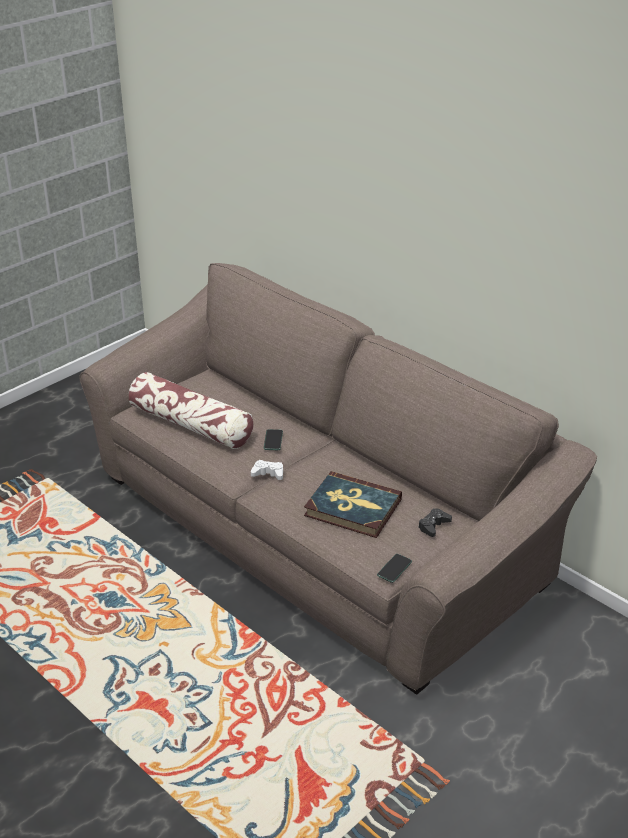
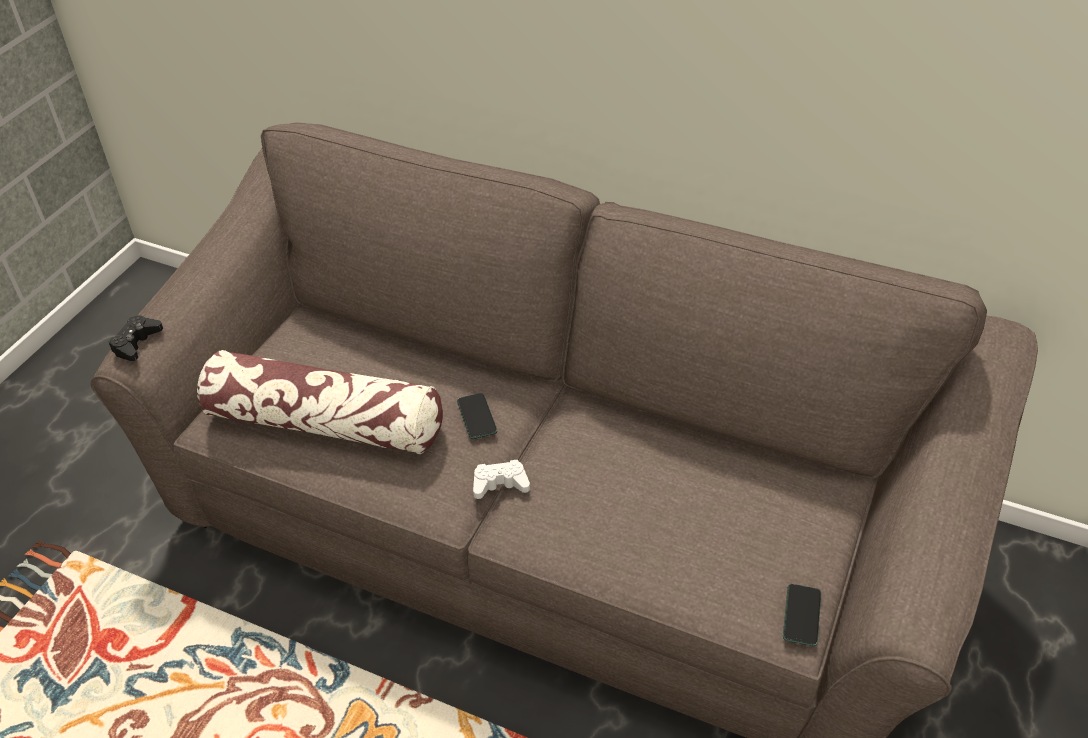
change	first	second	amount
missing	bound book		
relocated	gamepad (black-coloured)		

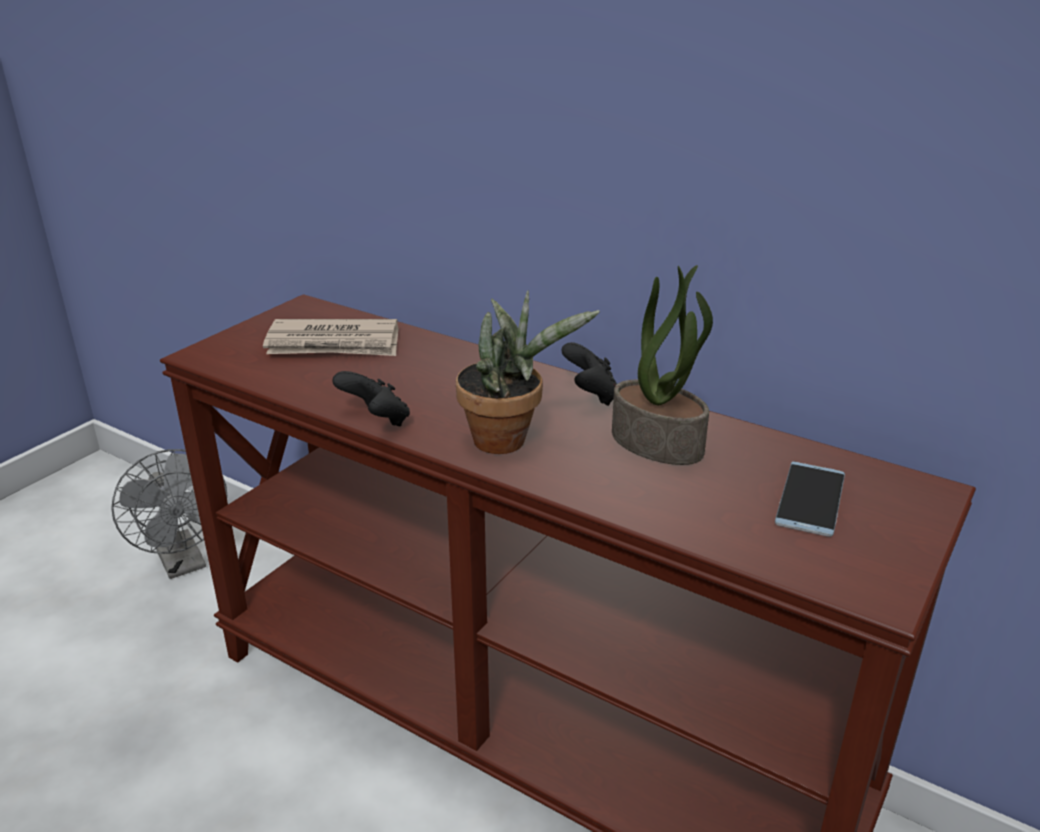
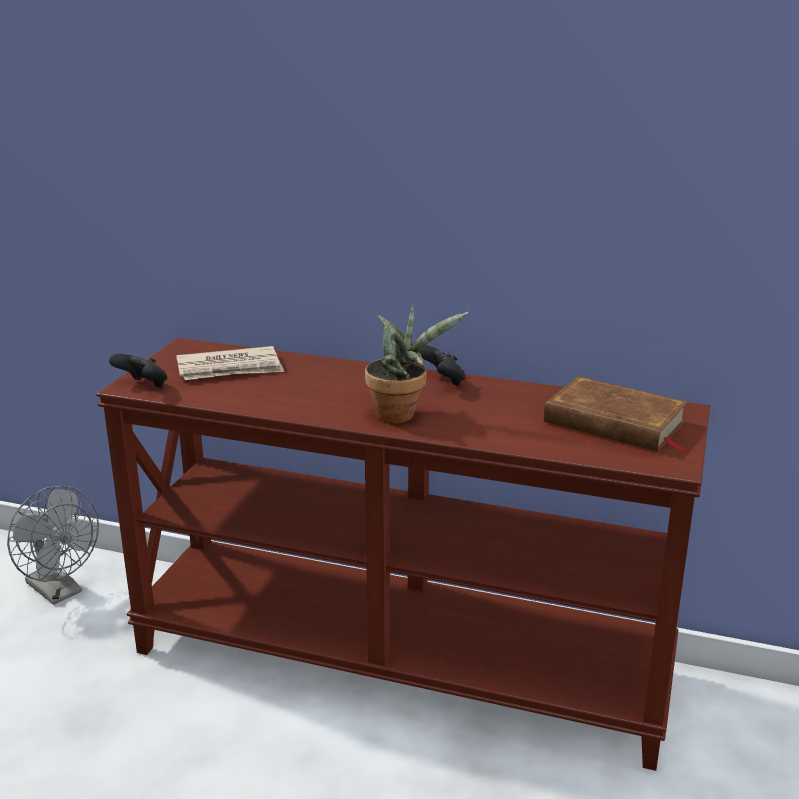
change	first	second	amount
missing	potted plant (no. 2 from left)		
relocated	gamepad (black-coloured) (no. 1 from left)		
exchanged	telephone	bound book (brownish)	

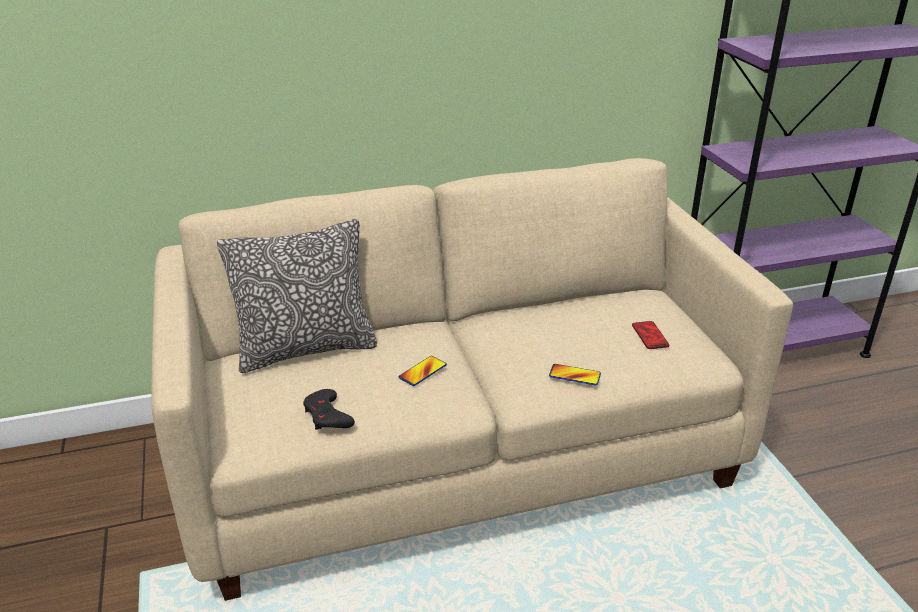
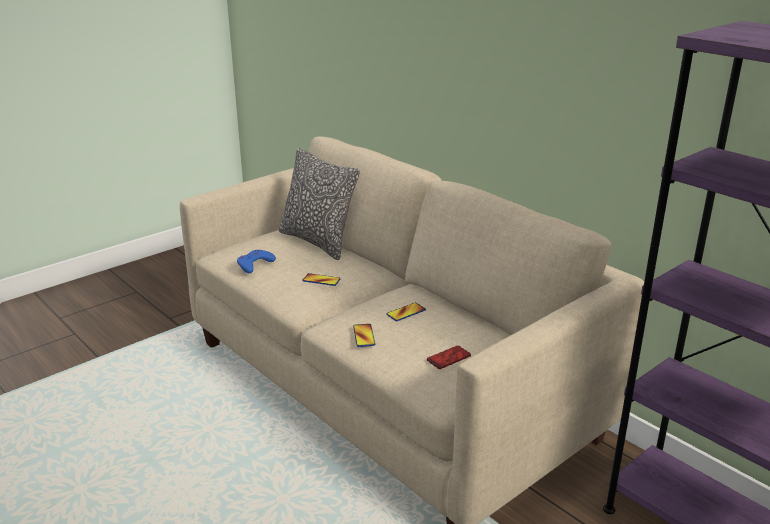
change	first	second	amount
colour	gamepad (black-coloured)	gamepad (bluish)	
appeared		telephone (no. 3 from left)	

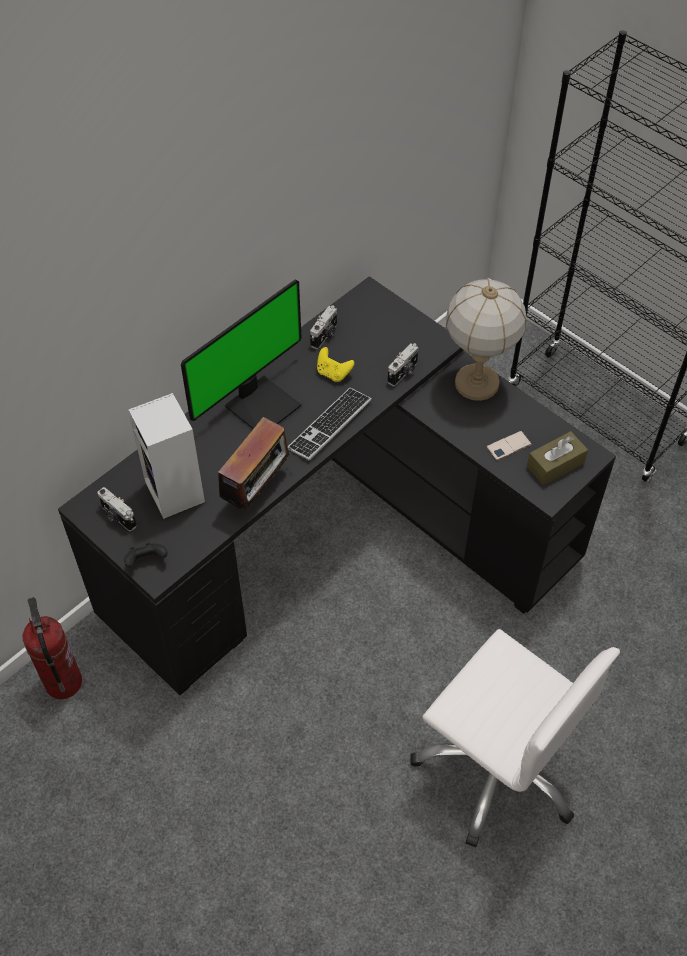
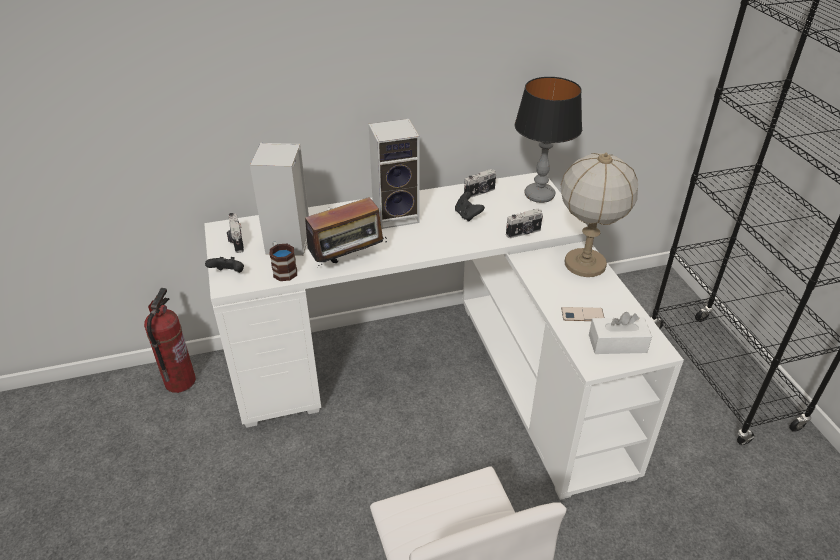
change	first	second	amount
colour	desk unit (black-coloured)	desk unit (whitish)	
exchanged	computer display	speaker (no. 2 from left)	
colour	gamepad (yellowish)	gamepad (black-coloured) (no. 2 from left)	
missing	keyboard		
colour	box of tissues (brownish)	box of tissues (whitish)	
appeared		lamp for a table (no. 1 from left)	
appeared		mug	

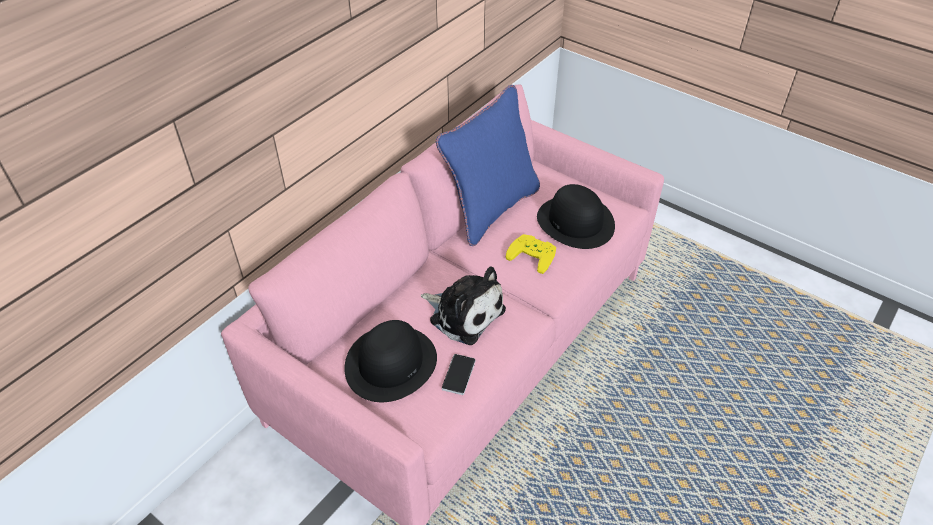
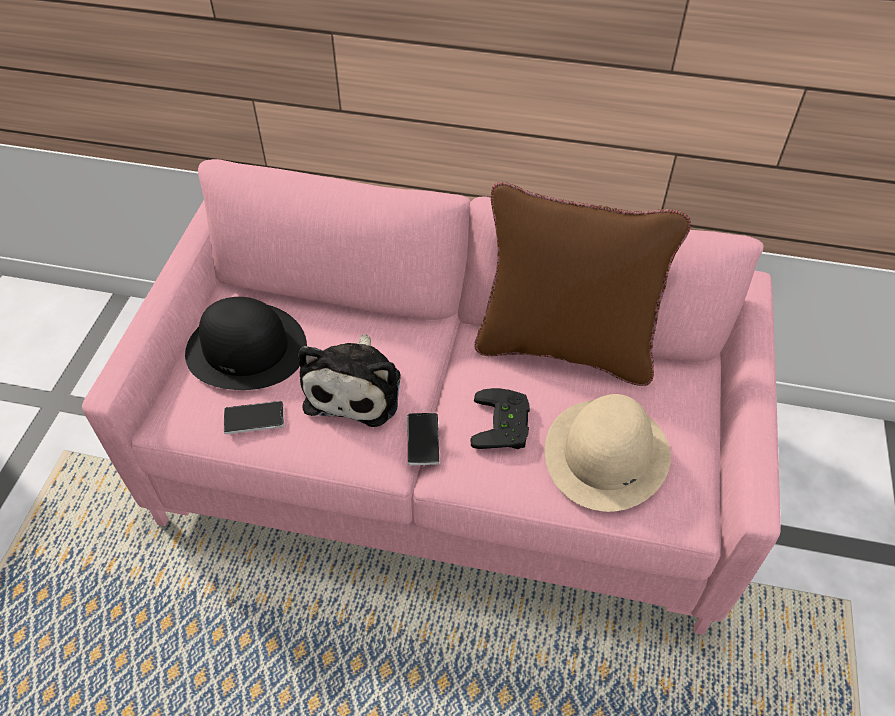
change	first	second	amount
colour	pillow (bluish)	pillow (brownish)	
colour	hat (black-coloured) (no. 2 from left)	hat (sand-coloured)	
colour	gamepad (yellowish)	gamepad (black-coloured)	
appeared		telephone (no. 2 from left)	

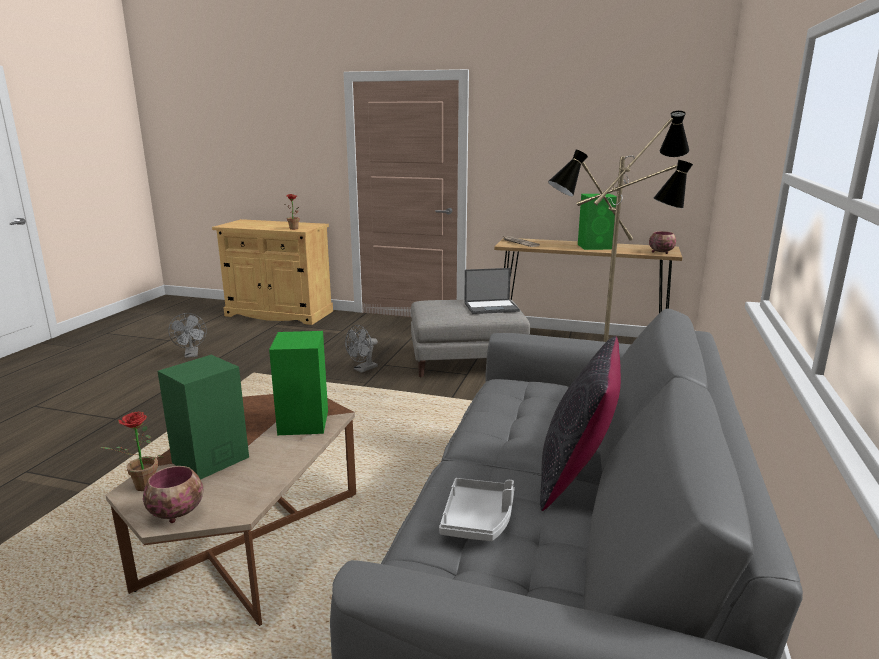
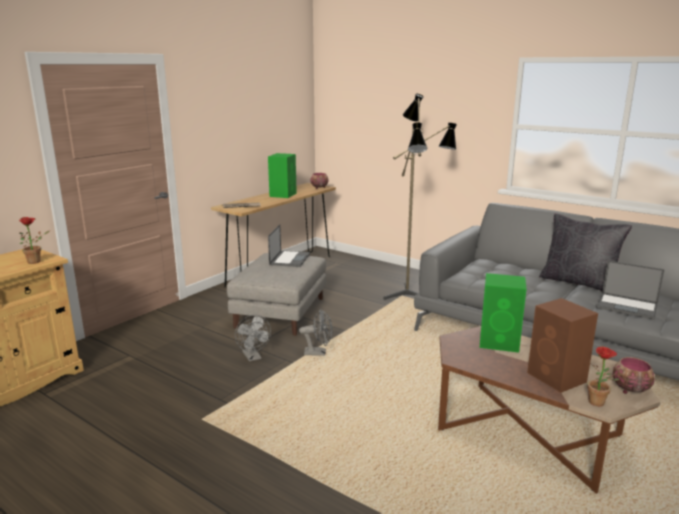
change	first	second	amount
relocated	fan (grey) (no. 1 from left in the first image)	fan (grey) (no. 2 from left)	
colour	speaker (green) (no. 1 from left)	speaker (brownish)	
exchanged	tray (grey)	portable computer (no. 2 from left)	

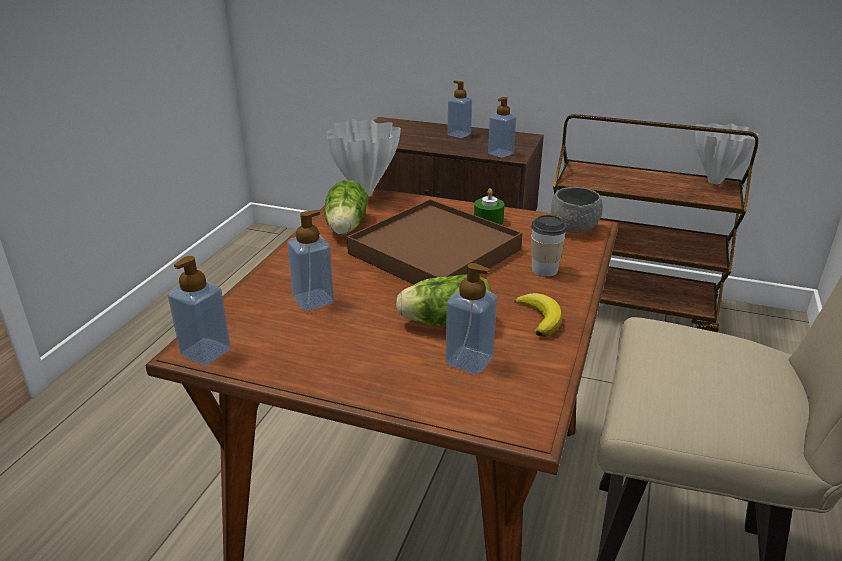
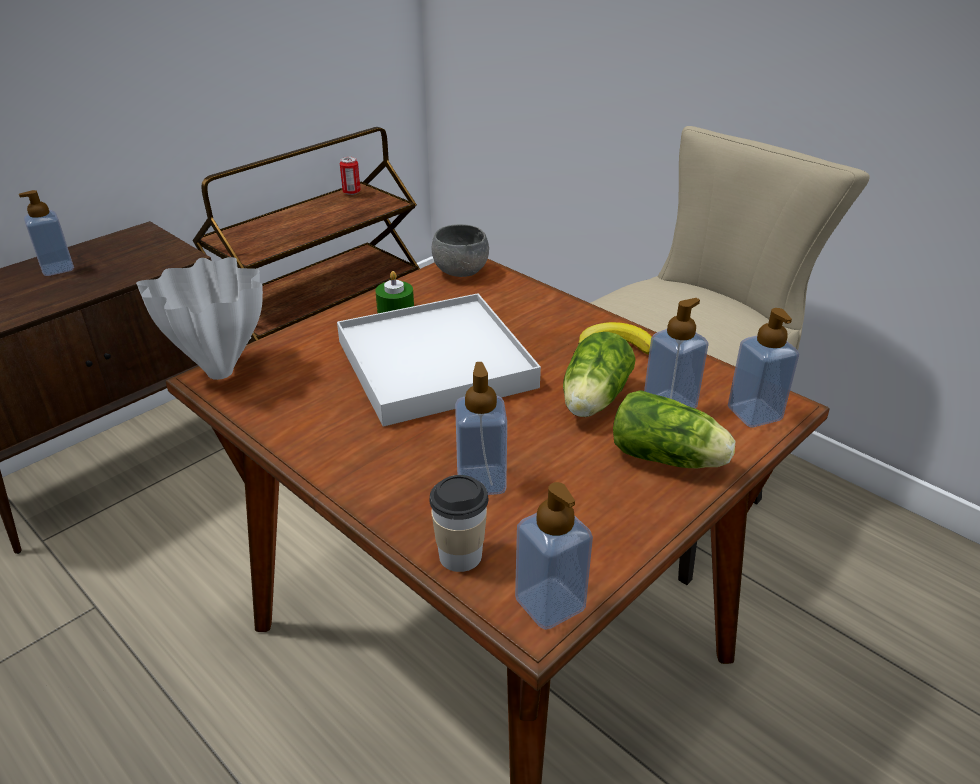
change	first	second	amount
relocated	soap dispenser (no. 5 from left)		
exchanged	vase (whitish) (no. 2 from left)	sealed can	
relocated	lettuce head (no. 1 from left in the first image)	lettuce head (no. 2 from left)	
colour	tray (brownish)	tray (whitish)	
relocated	cup		

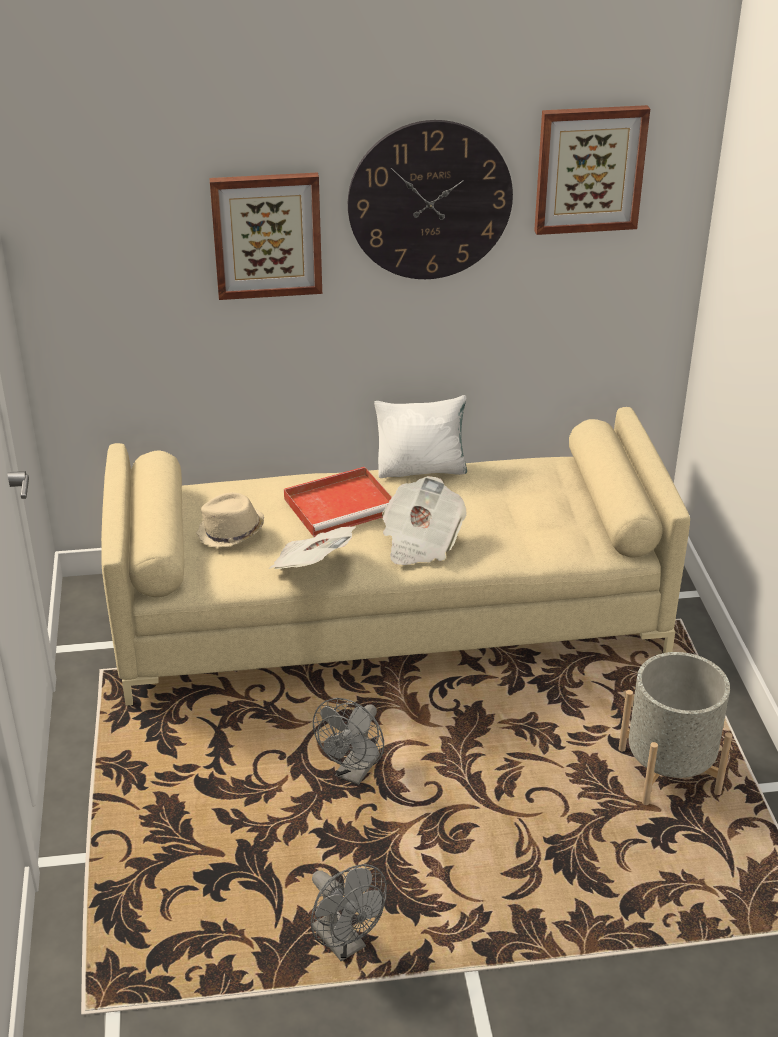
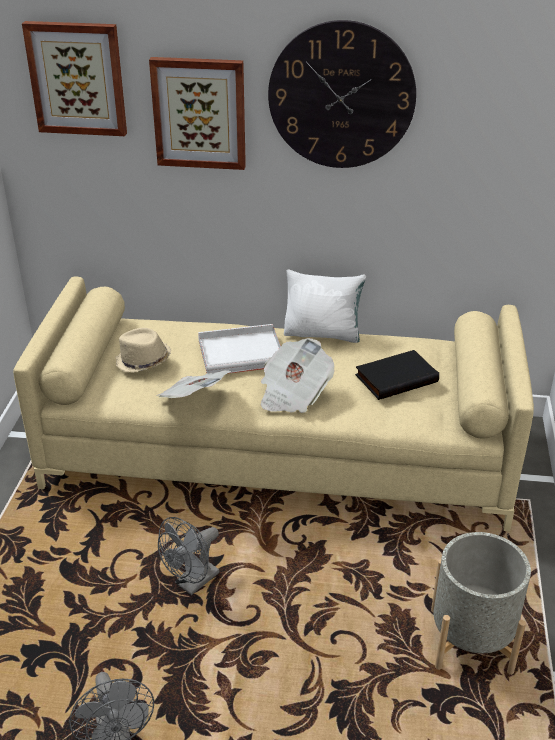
change	first	second	amount
relocated	wall picture (no. 2 from left in the first image)	wall picture (no. 1 from left)	
colour	tray (reddish)	tray (whitish)	
appeared		bound book (black-coloured)	

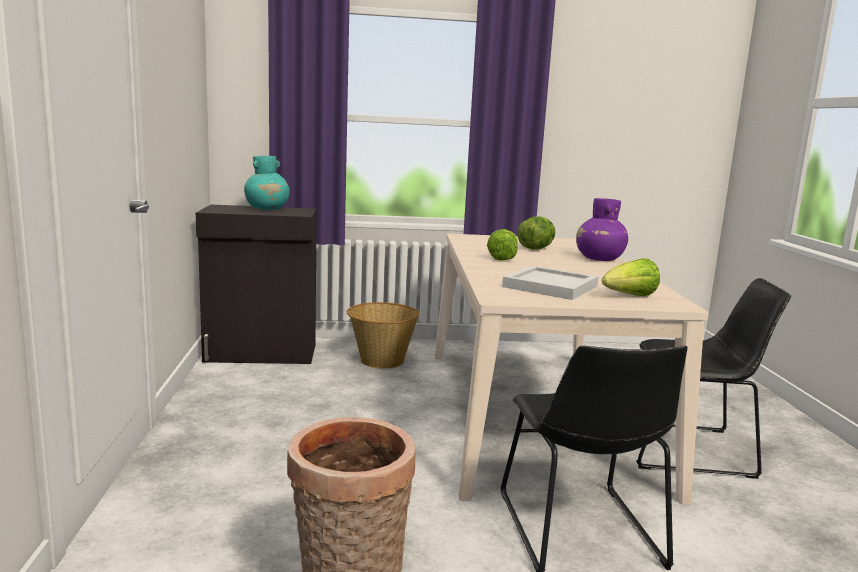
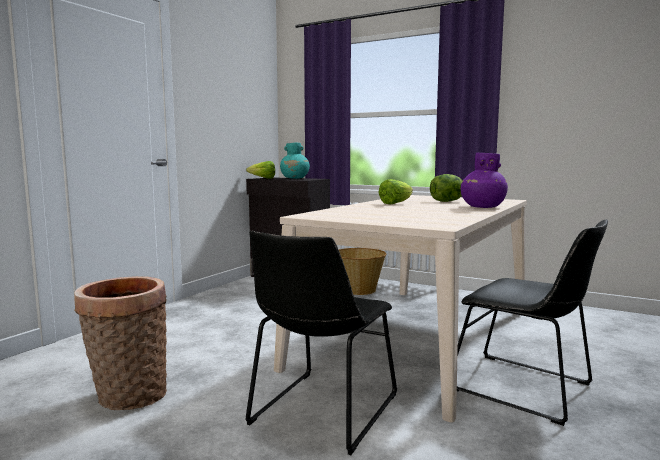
change	first	second	amount
relocated	lettuce head (no. 3 from left in the first image)	lettuce head (no. 1 from left)	
missing	tray (whitish)		

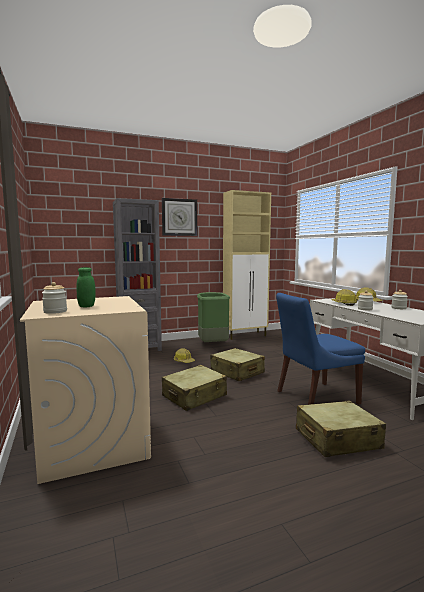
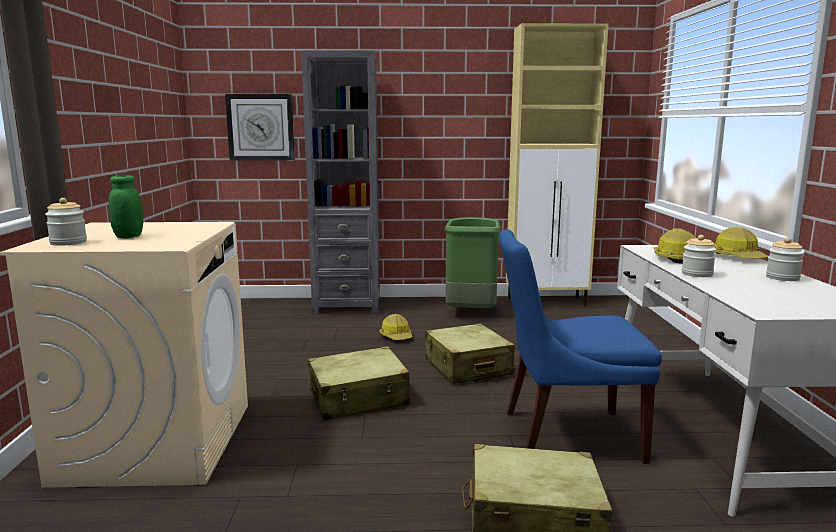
change	first	second	amount
relocated	hanging clock		

